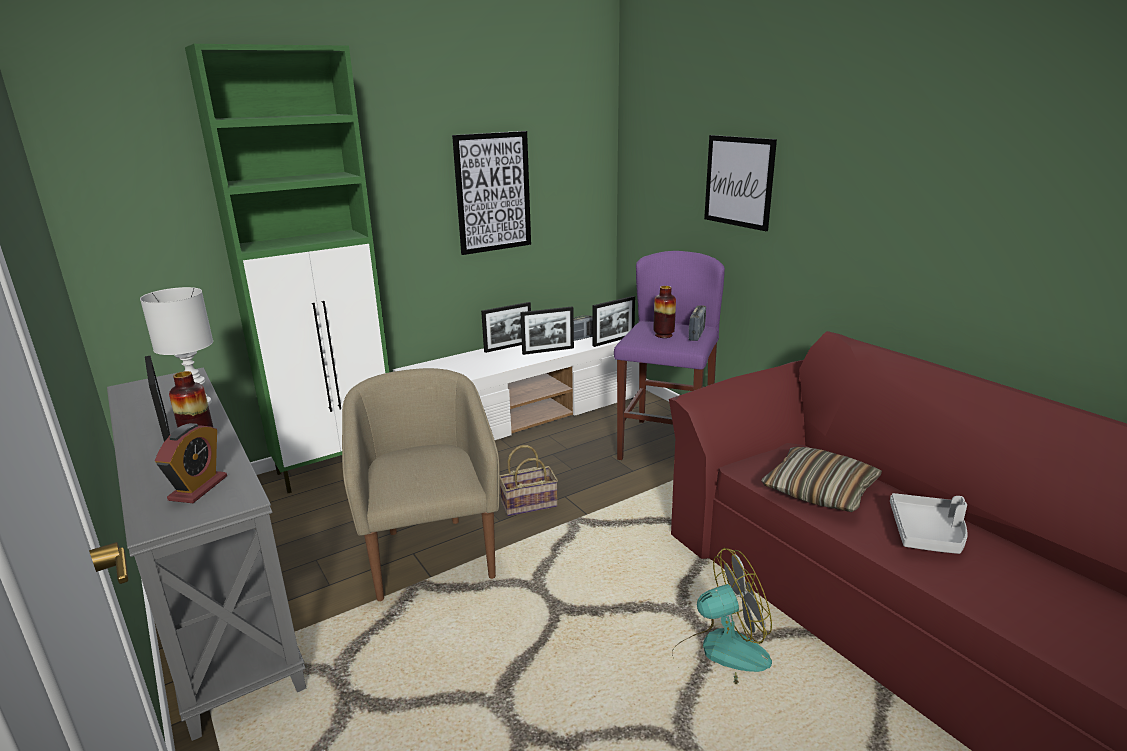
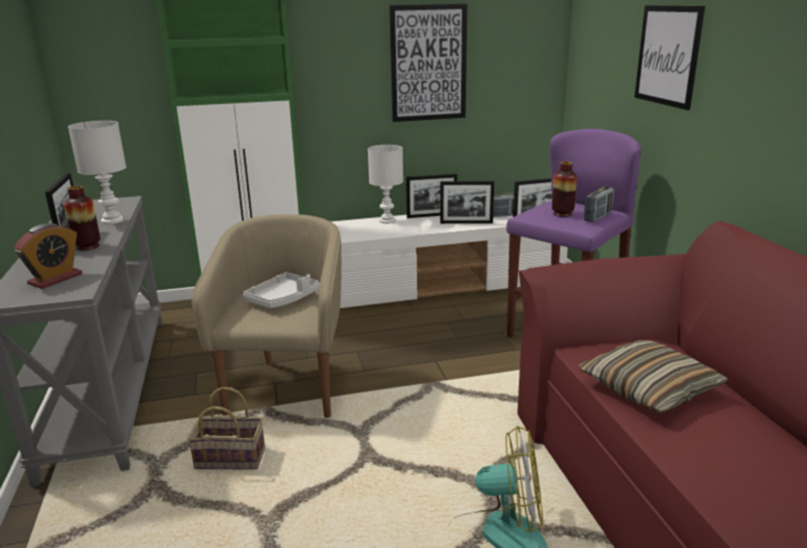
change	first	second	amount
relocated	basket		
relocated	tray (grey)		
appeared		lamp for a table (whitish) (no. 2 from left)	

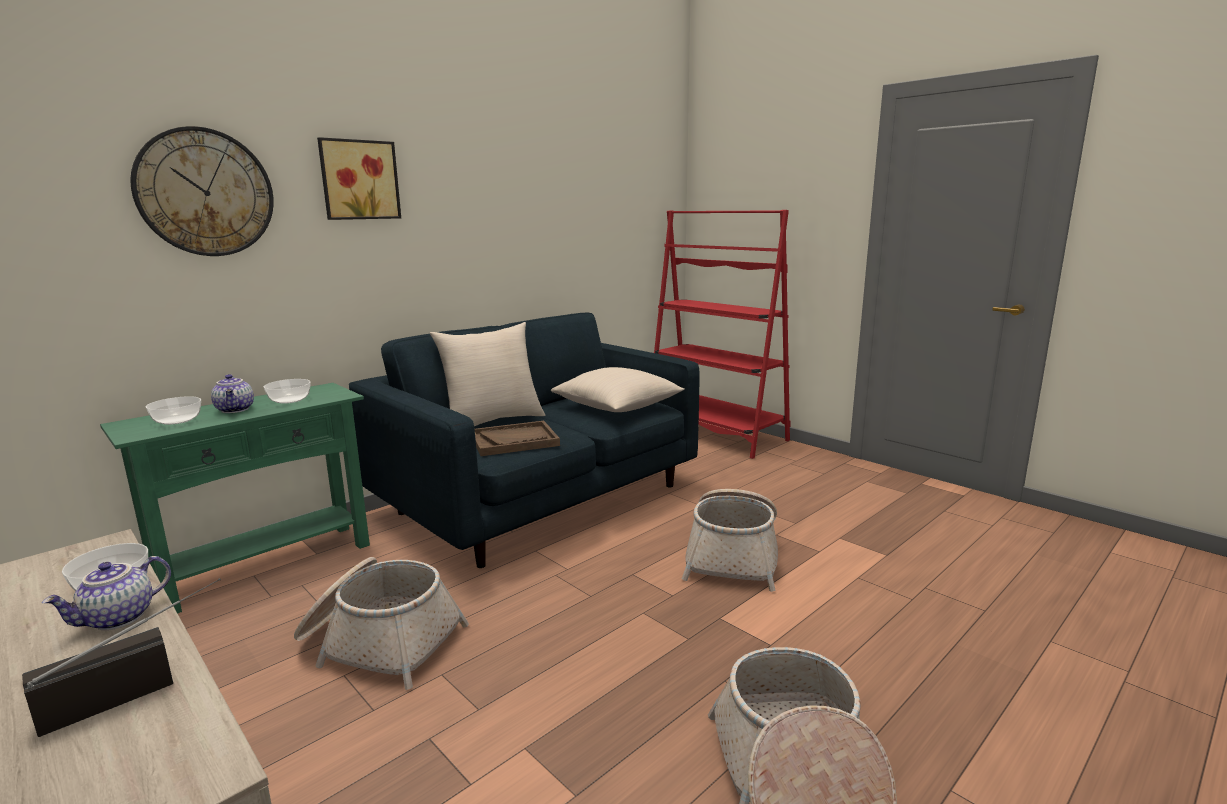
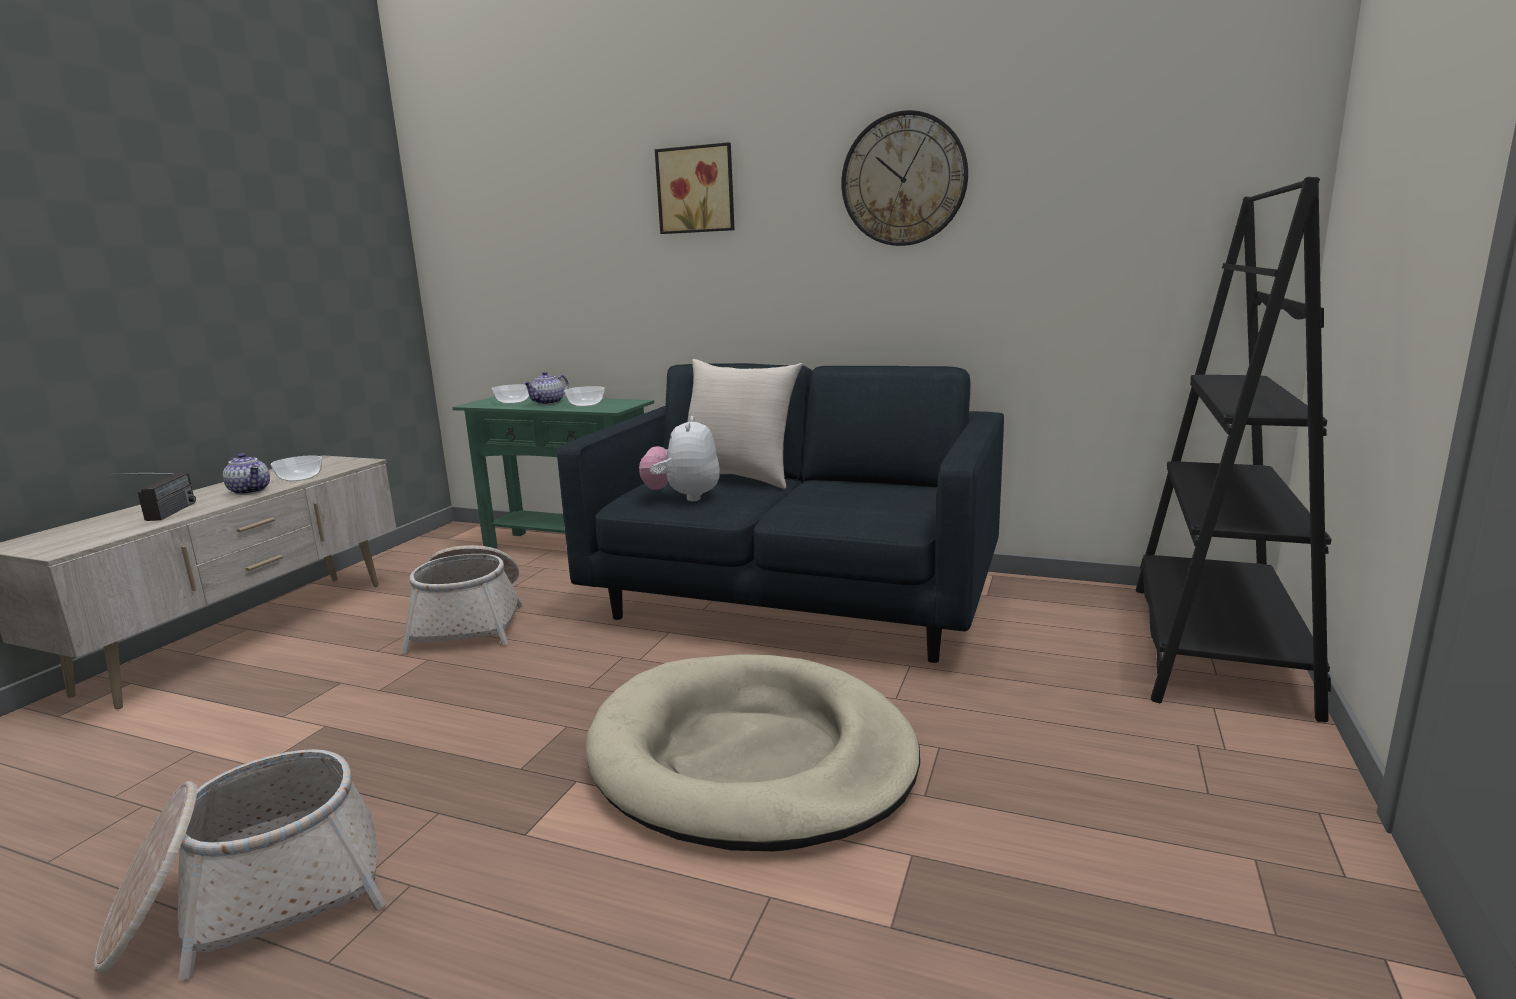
change	first	second	amount
relocated	hanging clock		
colour	bookcase (reddish)	bookcase (black-coloured)	
missing	pillow (sand-coloured) (no. 2 from left)		
exchanged	tray (brownish)	soft toy	
exchanged	basket (no. 2 from left)	dog cushion (sand-coloured)	
spun	pot for tea (no. 1 from left)		150 degrees counterclockwise
spun	radio		60 degrees clockwise

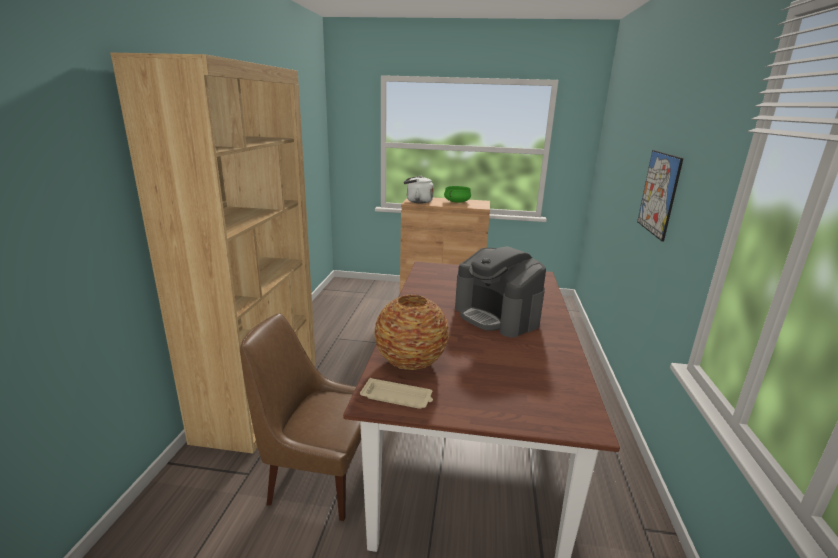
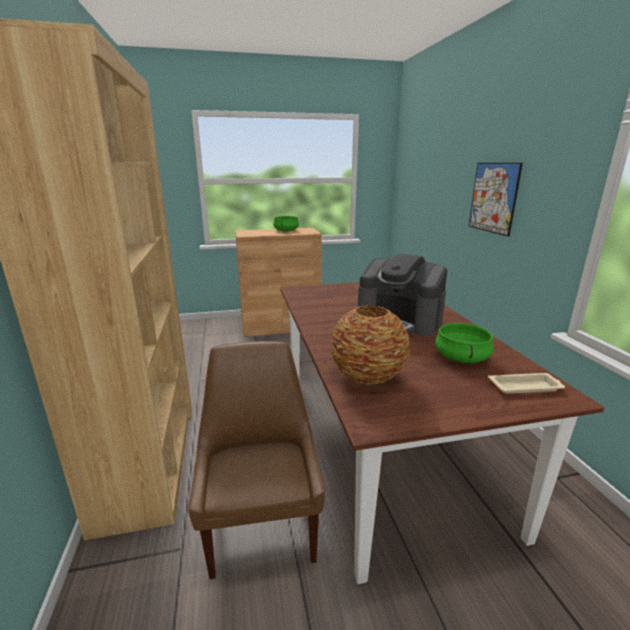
change	first	second	amount
missing	water kettle (whitish)		
spun	plain chair (brownish)		90 degrees clockwise
relocated	tray (sand-coloured)		
appeared		saucepot (green) (no. 2 from left)	

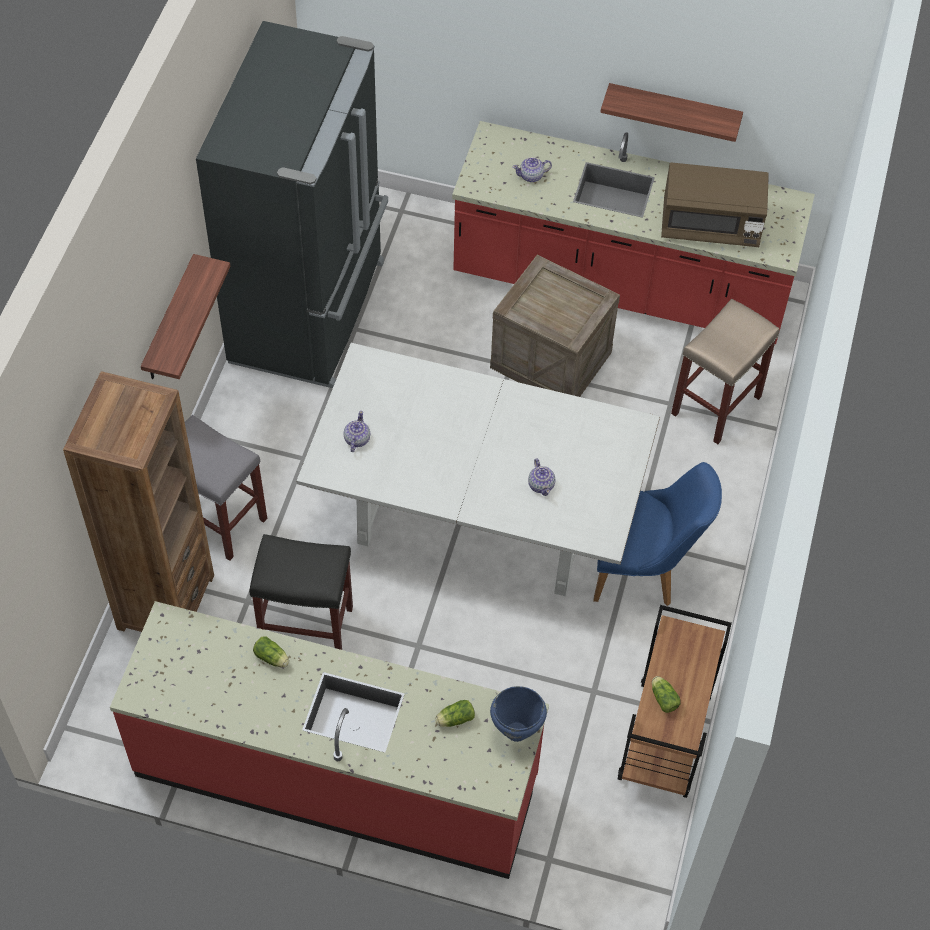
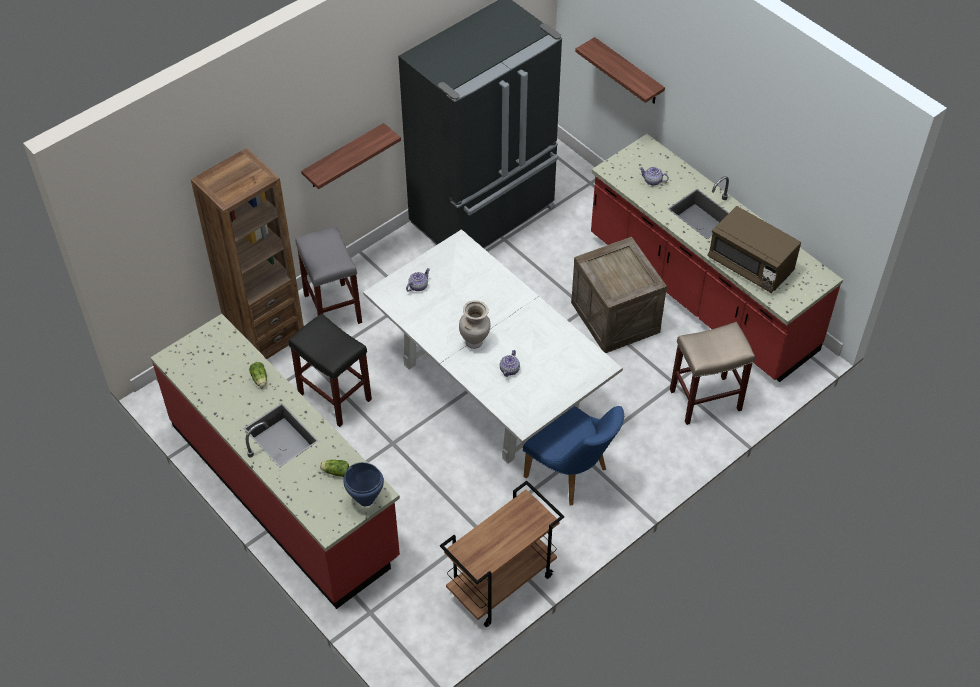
change	first	second	amount
relocated	wall shelf (no. 2 from left)		
missing	lettuce head (no. 3 from left)		
appeared		vase (sand-coloured)	

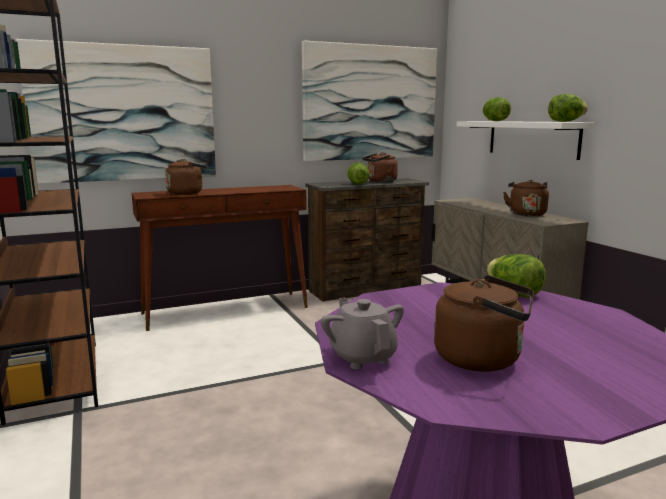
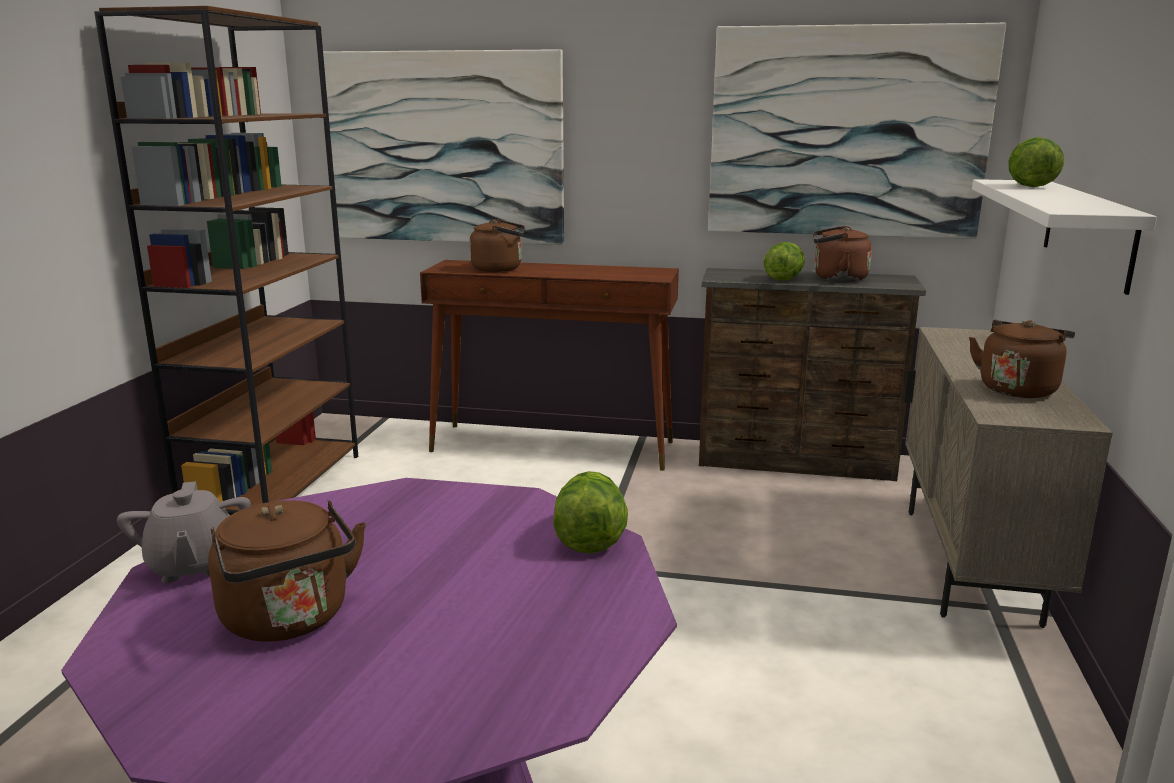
change	first	second	amount
missing	lettuce head (no. 4 from left)		
spun	pot for tea (grey)		150 degrees clockwise

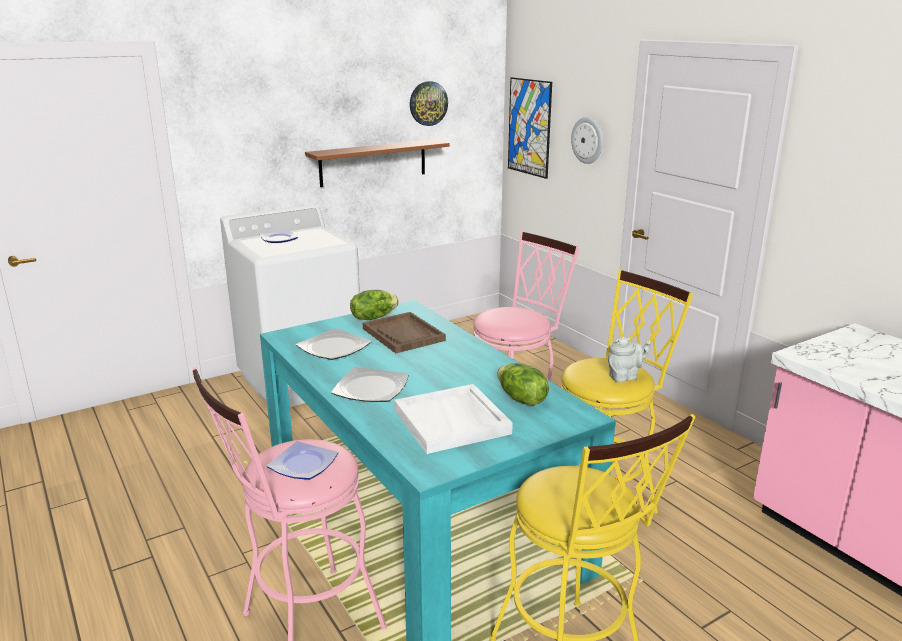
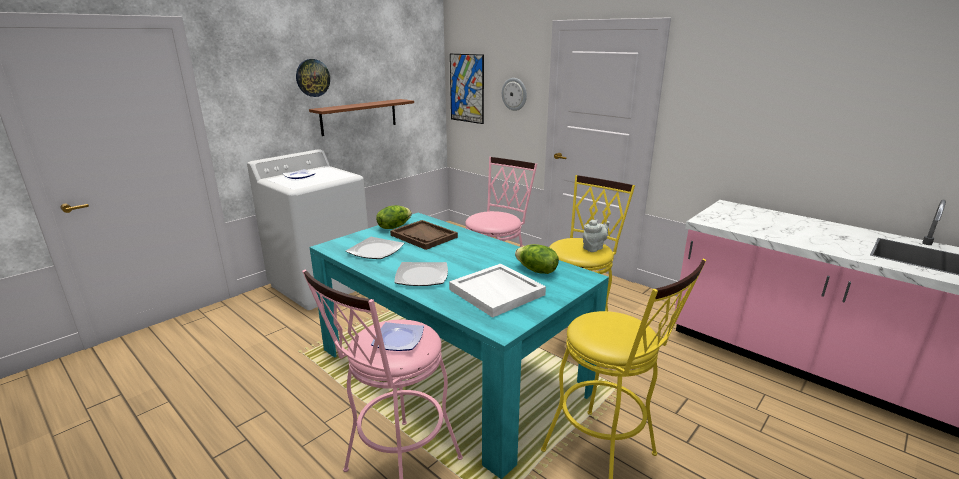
change	first	second	amount
relocated	hanging clock (no. 1 from left)		

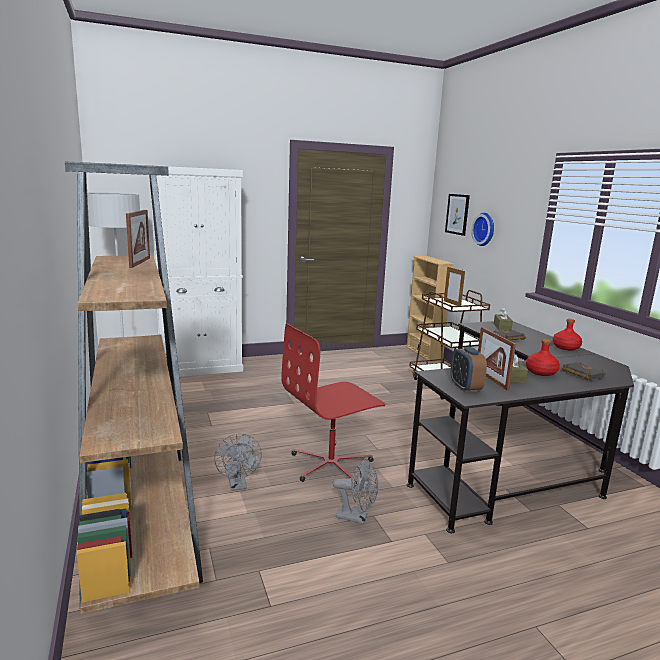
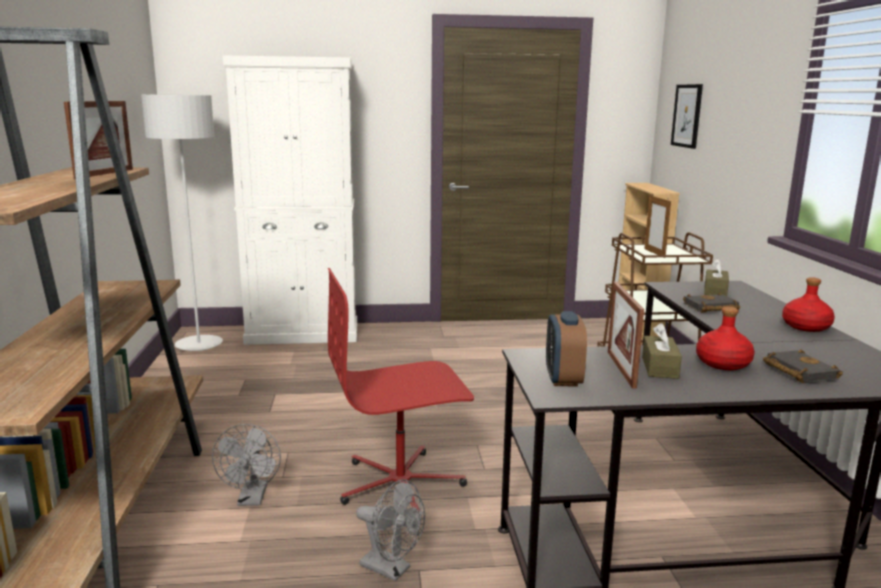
change	first	second	amount
missing	hanging clock		

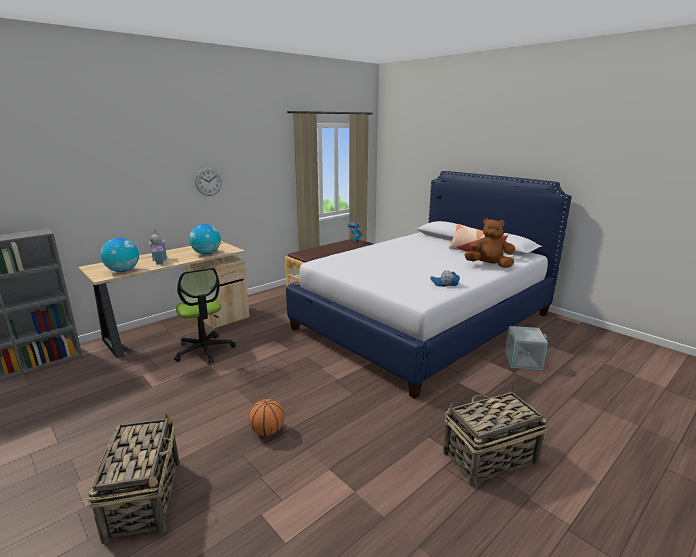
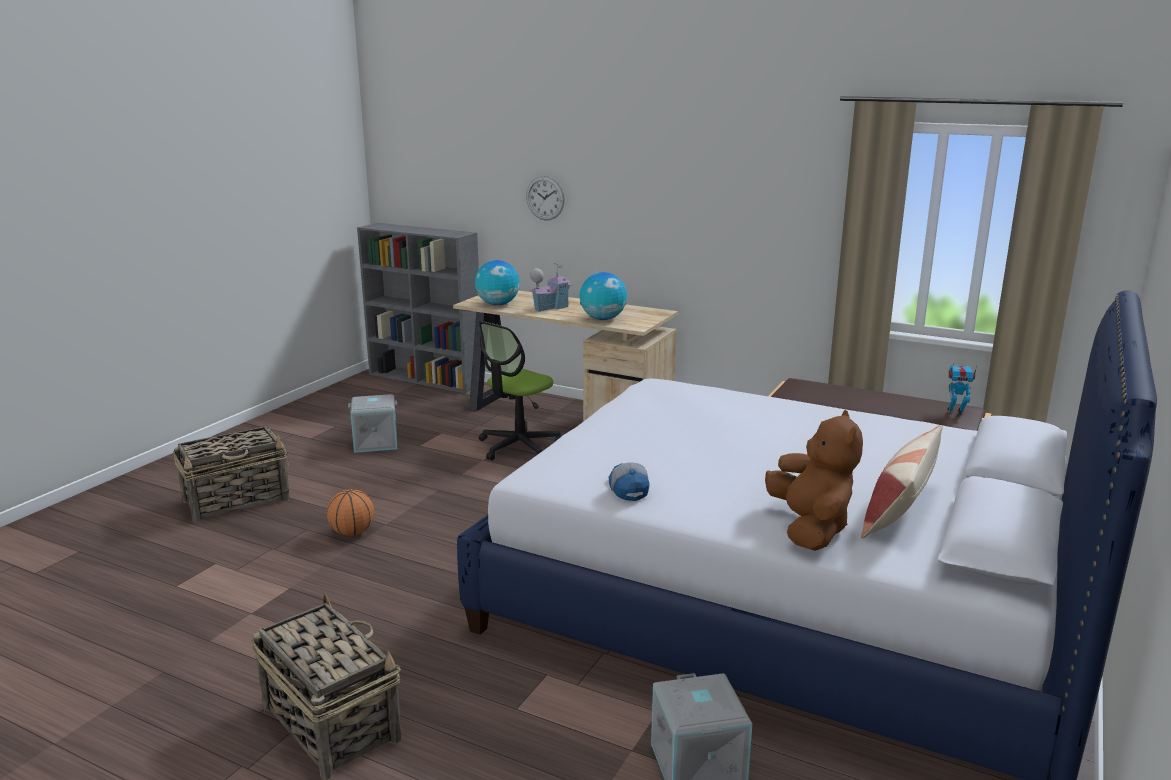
change	first	second	amount
relocated	hanging clock		
appeared		storage bin (grey) (no. 1 from left)	

